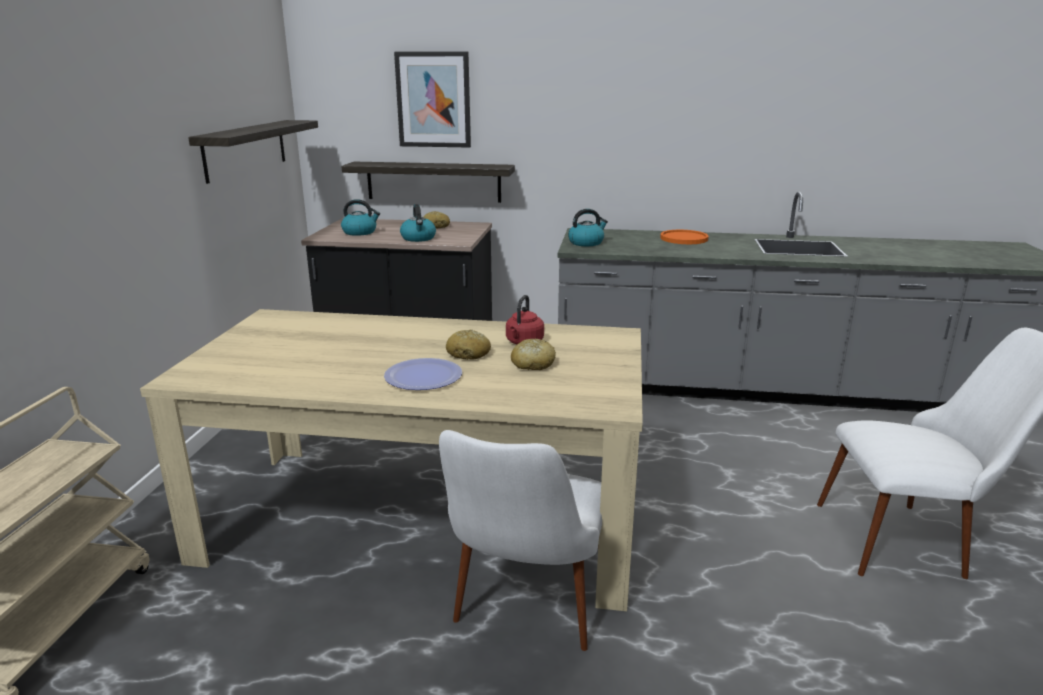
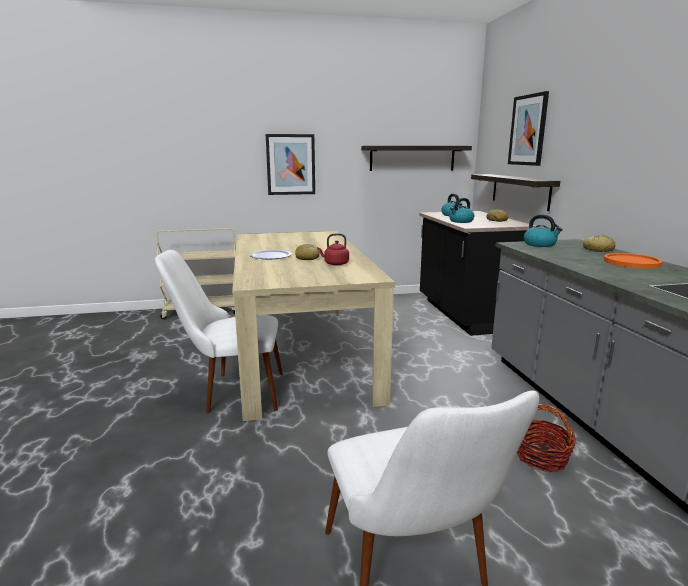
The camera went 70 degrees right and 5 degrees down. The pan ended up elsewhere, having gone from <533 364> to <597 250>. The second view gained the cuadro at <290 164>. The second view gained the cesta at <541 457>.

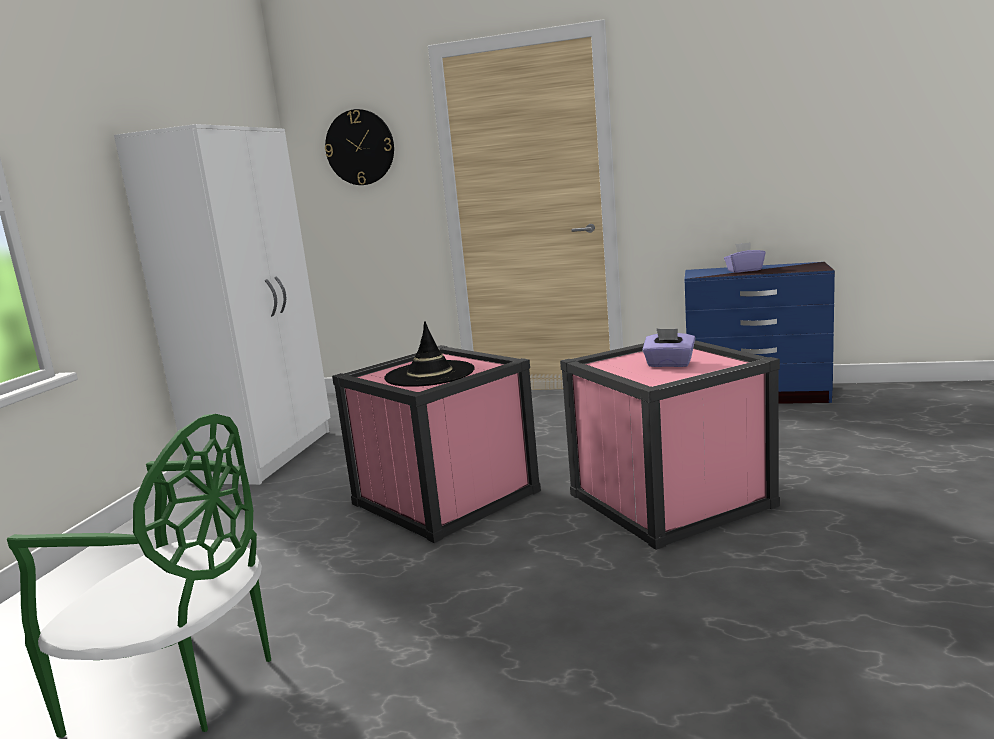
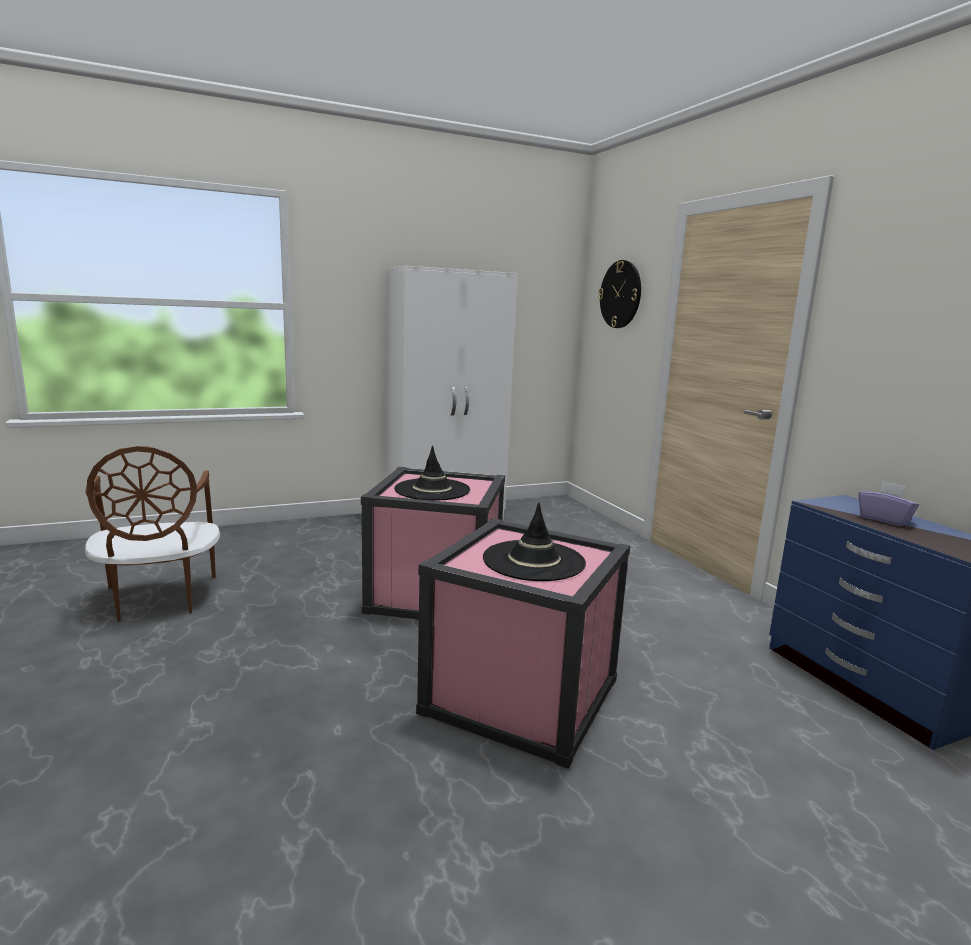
The camera went 50 degrees right and 0 degrees up. Where the caja de pañuelos/morado stood at <669 364>, the sombrero/negro came to stand at <533 561>. What was the silla/verde at <183 686> turned into the silla/marrón at <159 599>.

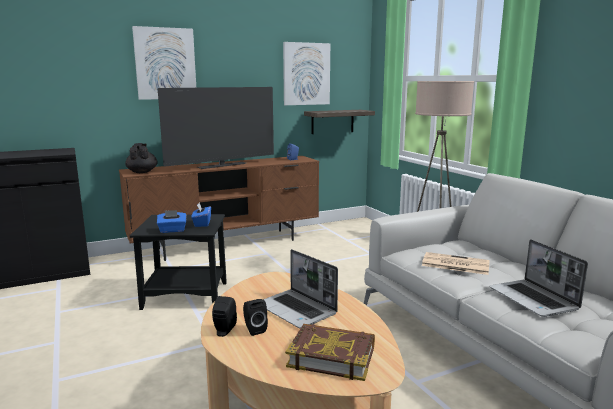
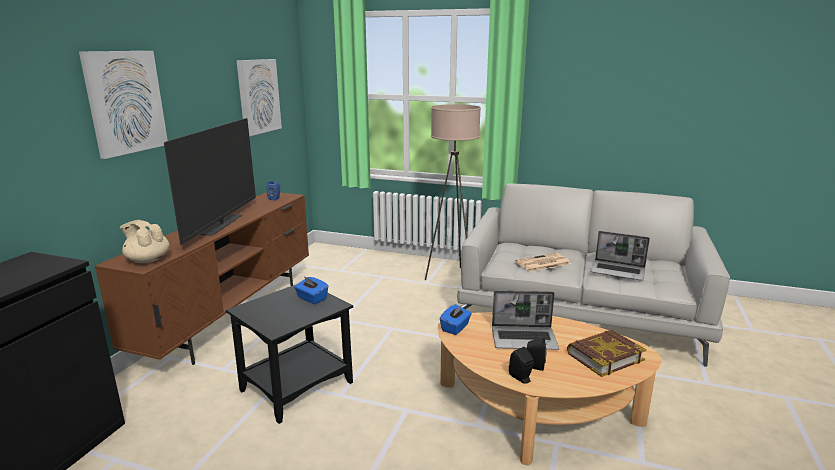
The camera went 45 degrees left and 5 degrees up. The second view lost the estante at <332 121>. What was the tetera/negro at <142 172> turned into the tetera/beis at <148 260>. The caja de pañuelos/azul ended up elsewhere, having gone from <172 230> to <455 328>.

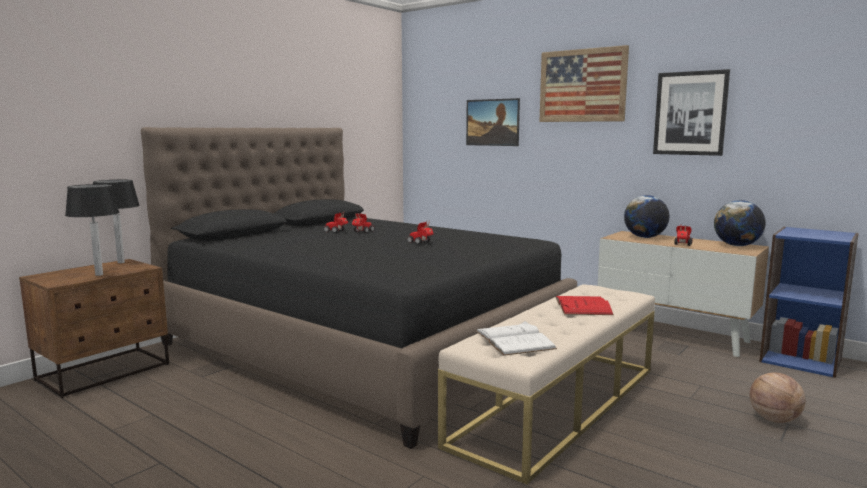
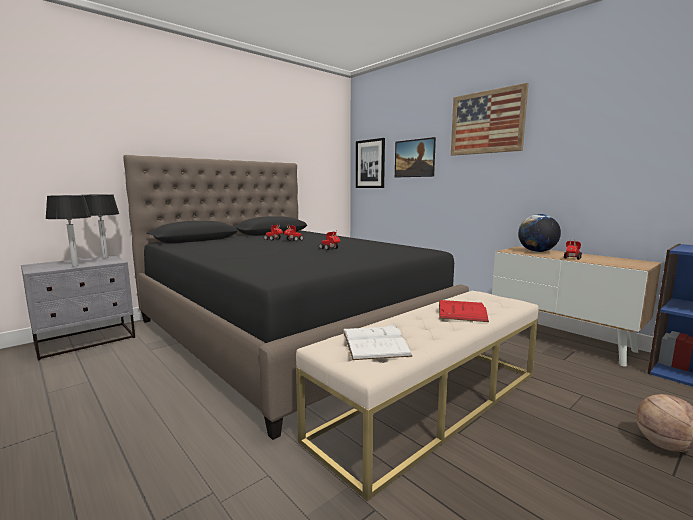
The camera went 10 degrees right and 0 degrees up. The cuadro ended up elsewhere, having gone from <690 113> to <370 164>. The second view lost the globo terráqueo at <737 245>. What was the mesita de noche/marrón at <105 372> turned into the mesita de noche/gris at <86 341>.

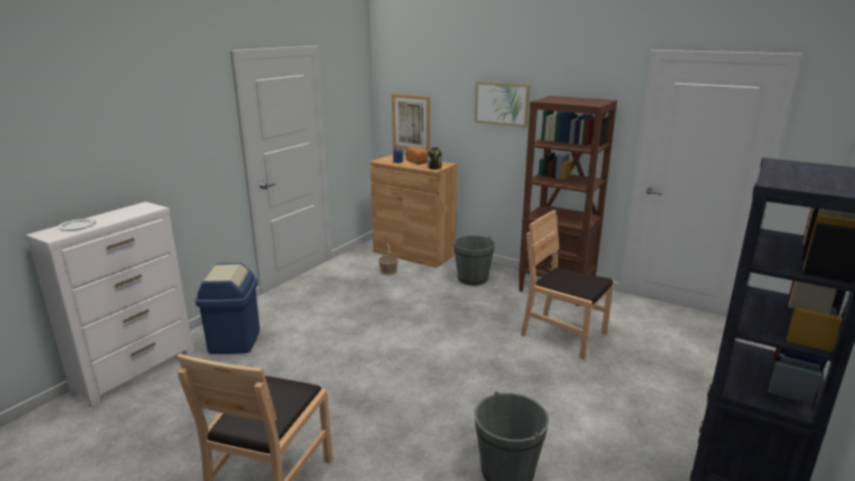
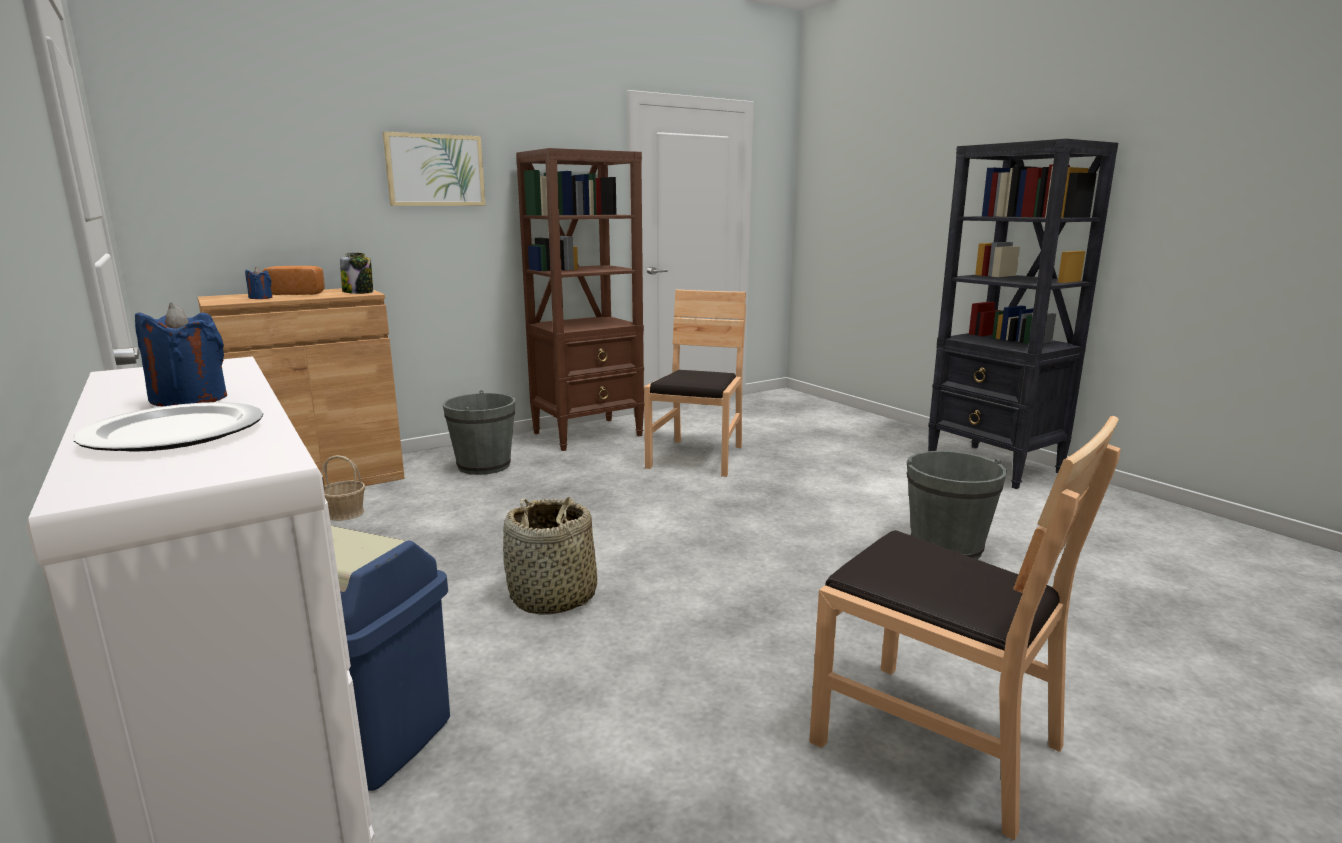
The camera went 65 degrees left and 5 degrees down. The second view lost the cuadro at <411 122>. The silla/marrón at <563 335> ended up facing another way, 135 degrees clockwise from before. The second view gained the vela/azul at <189 399>. The second view gained the cesta at <553 597>.

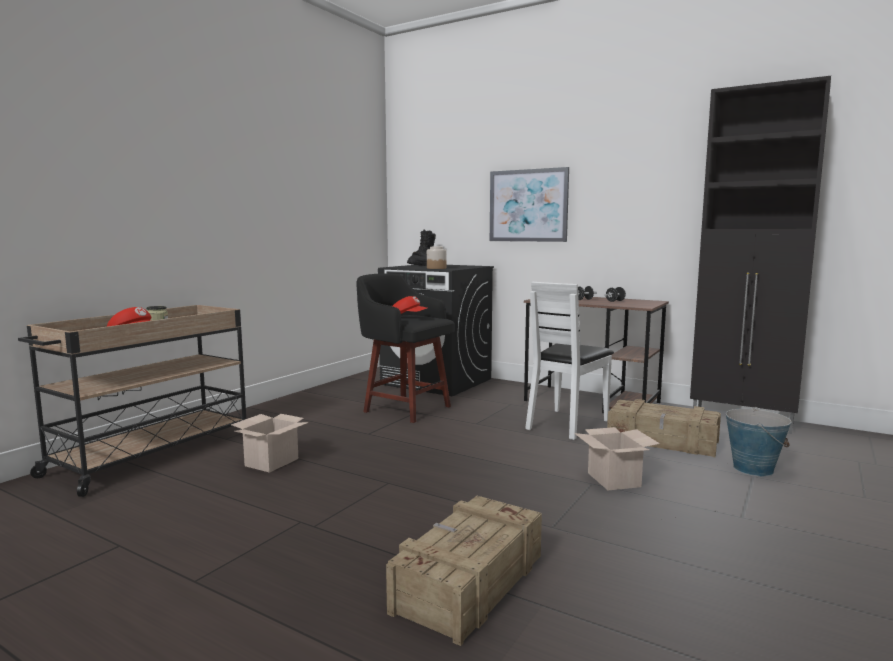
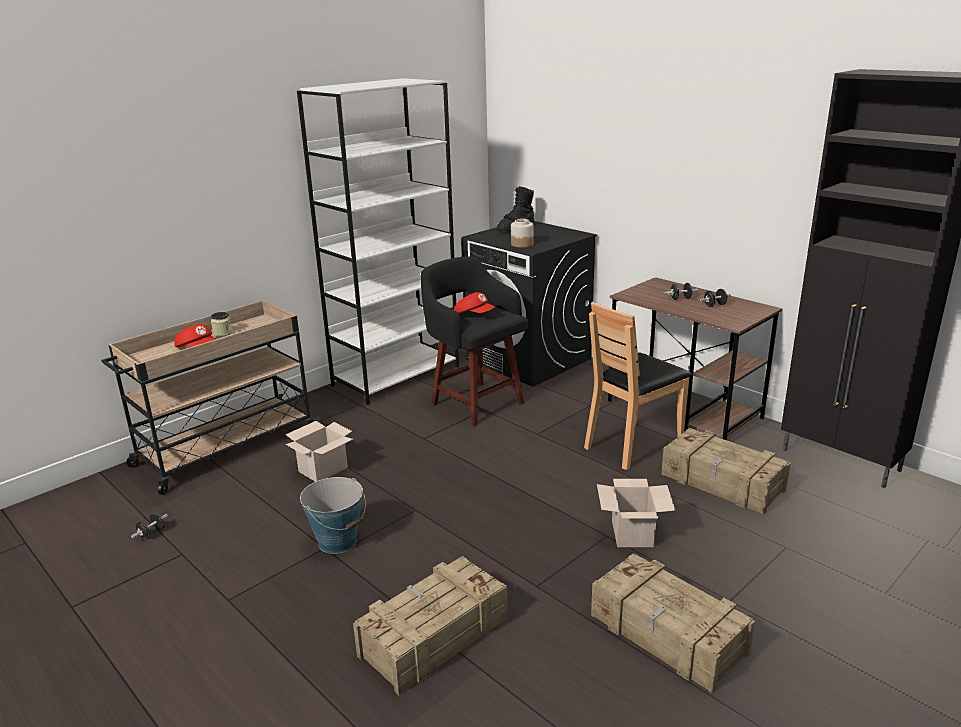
The camera went 15 degrees right and 15 degrees up. The second view lost the cuadro at <528 205>. What was the silla/blanco at <566 424> turned into the silla/marrón at <633 444>. The cubo ended up elsewhere, having gone from <753 469> to <337 541>. The second view gained the estantería/blanco at <396 375>. The second view gained the mancuerna/negro at <152 533>. The second view gained the caja de embalaje at <668 635>.

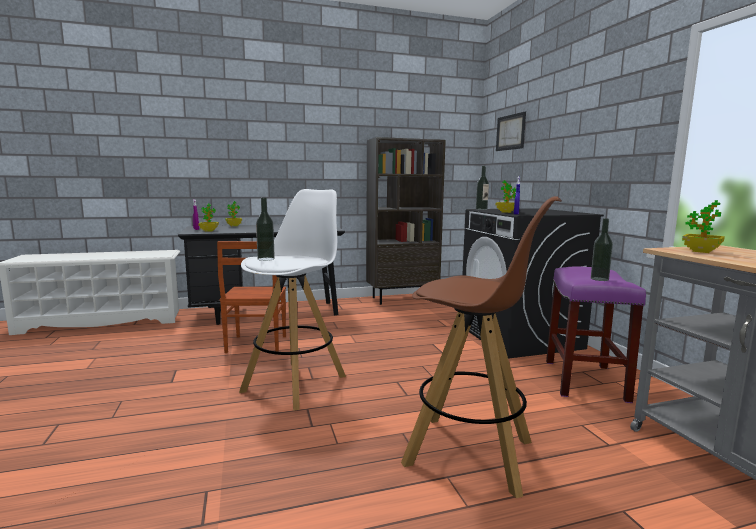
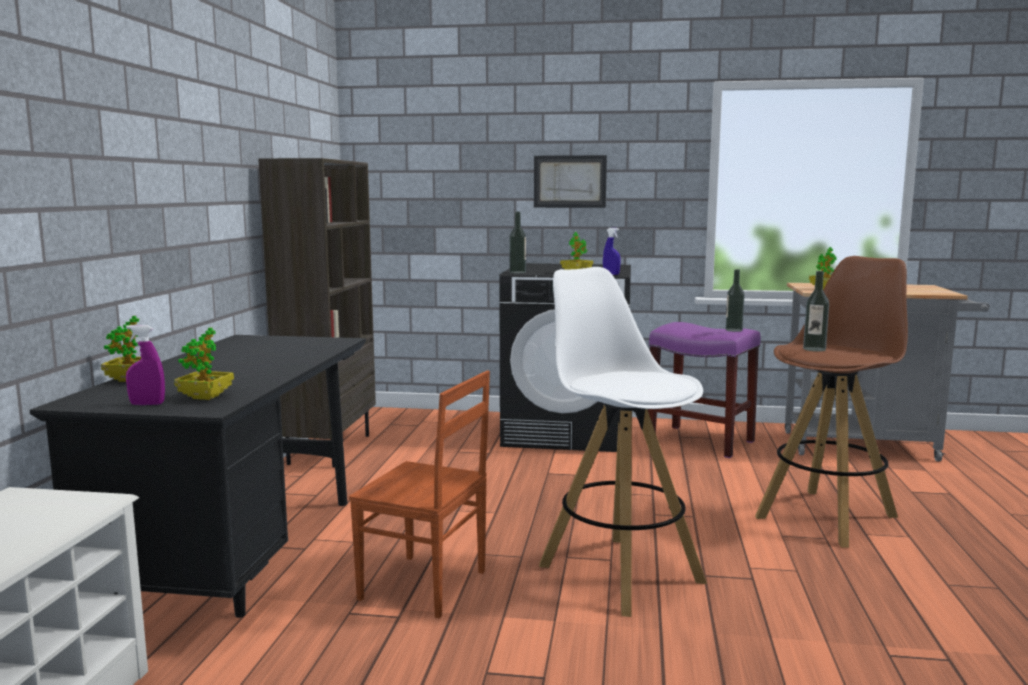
The camera went 65 degrees left and 0 degrees up. The cuadro ended up elsewhere, having gone from <510 132> to <570 181>. The botella ended up elsewhere, having gone from <266 259> to <814 349>.

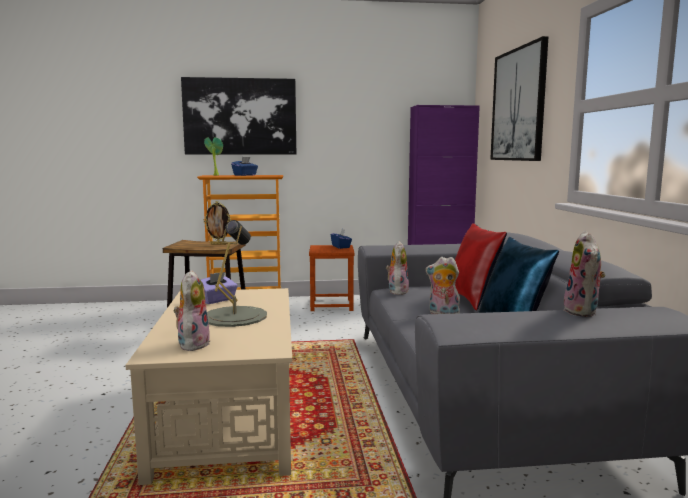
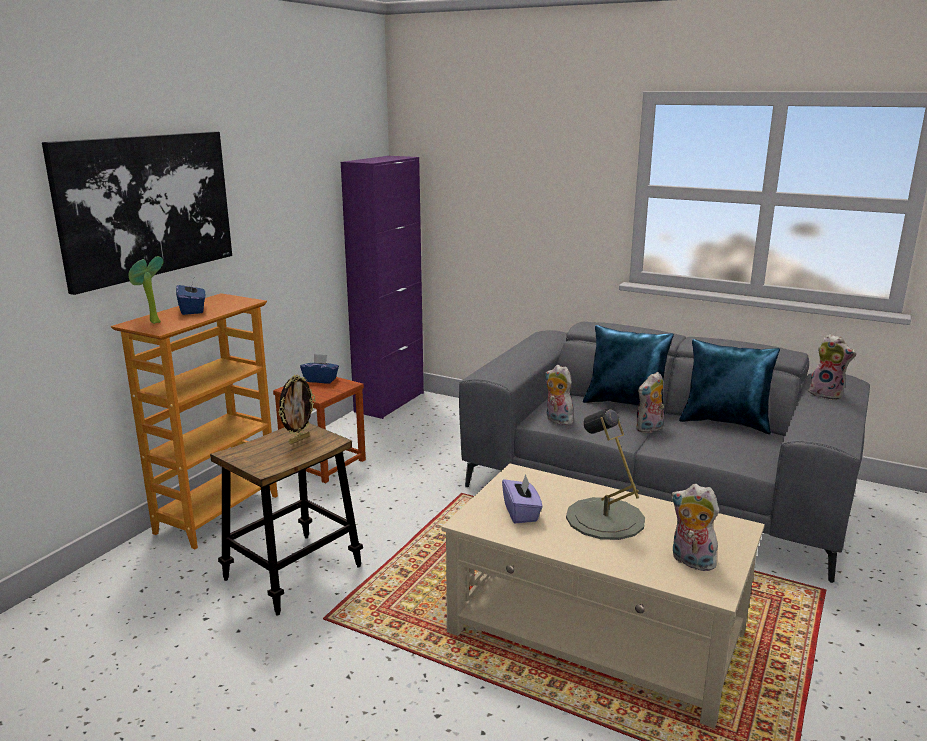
The camera went 55 degrees left and 10 degrees up. The second view lost the cuadro at <518 105>. What was the cojín/rojo at <473 300> turned into the cojín/azul at <626 404>.

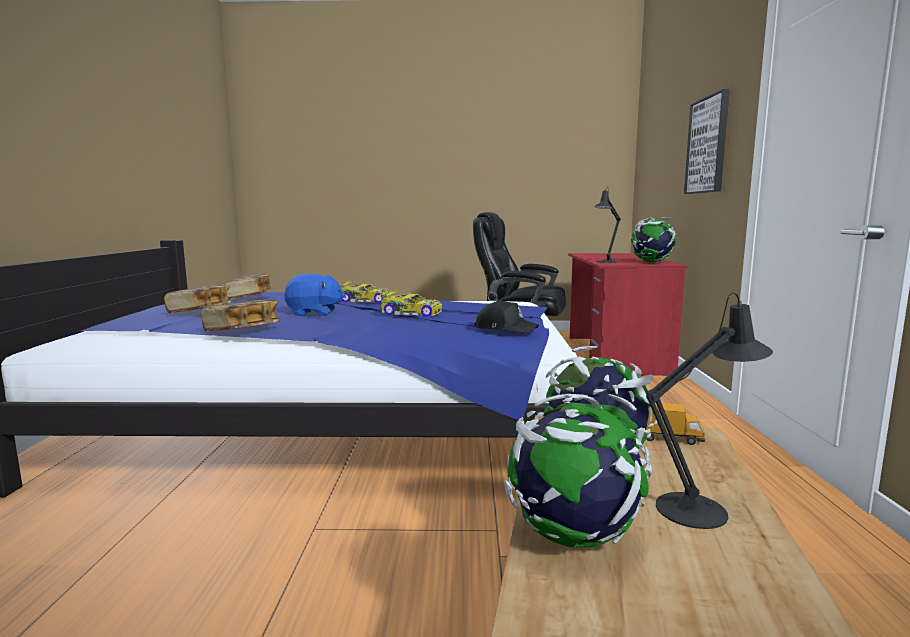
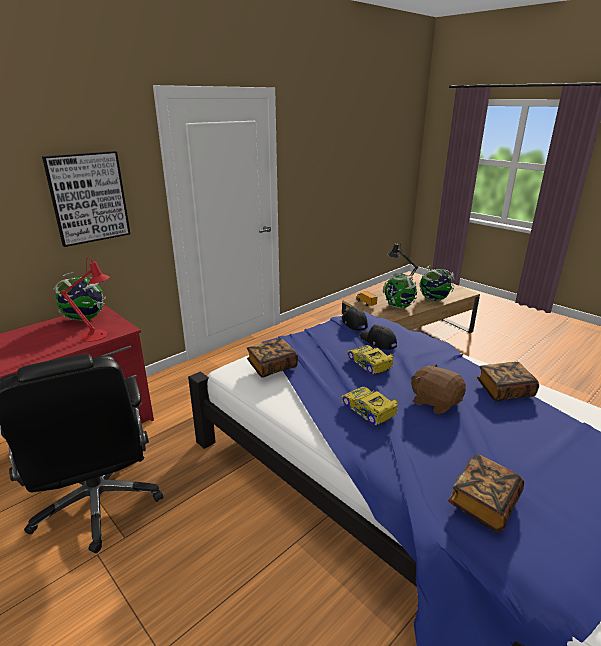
The camera went 135 degrees left and 15 degrees up. What was the lámpara de mesa/negro at <606 262> turned into the lámpara de mesa/rojo at <98 335>. What was the peluche/azul at <314 313> turned into the peluche/marrón at <435 402>. The libro ended up elsewhere, having gone from <200 311> to <272 366>. The second view gained the gorra/negro at <378 342>.

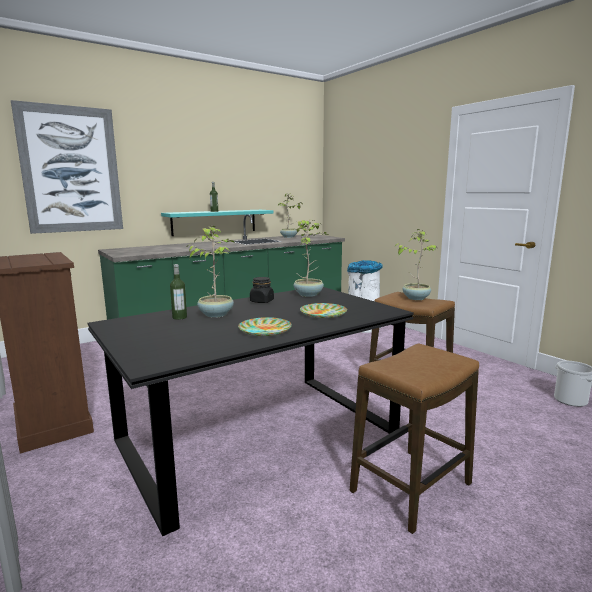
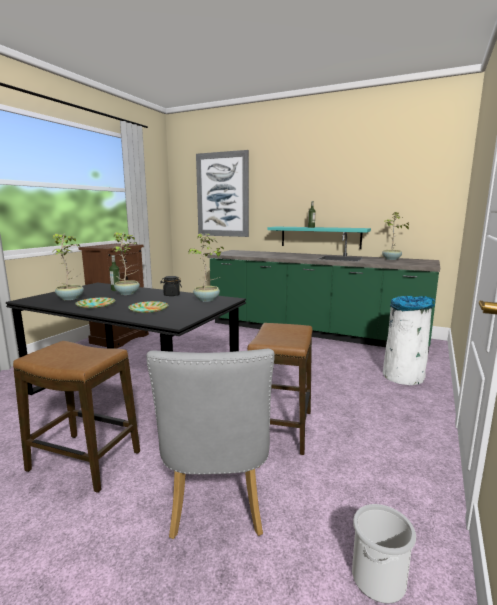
The camera went 60 degrees right and 0 degrees up. The planta en maceta ended up elsewhere, having gone from <415 298> to <71 298>. The second view gained the silla/gris at <217 505>.

